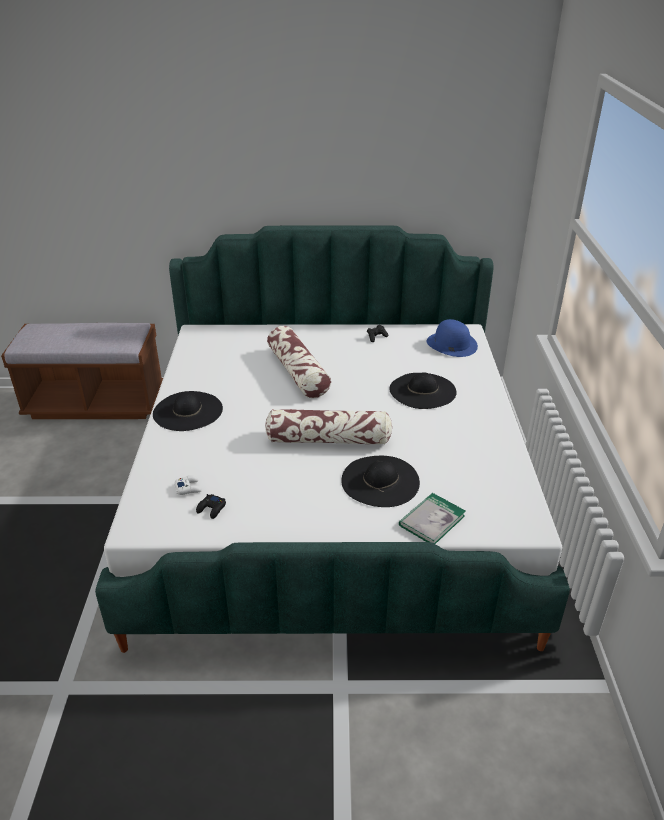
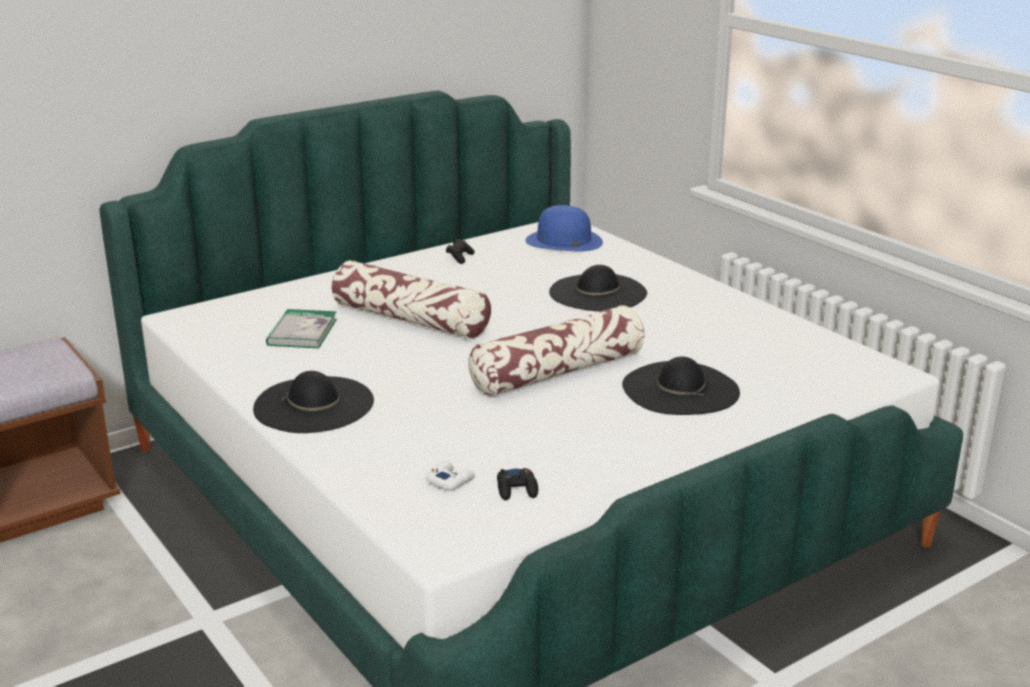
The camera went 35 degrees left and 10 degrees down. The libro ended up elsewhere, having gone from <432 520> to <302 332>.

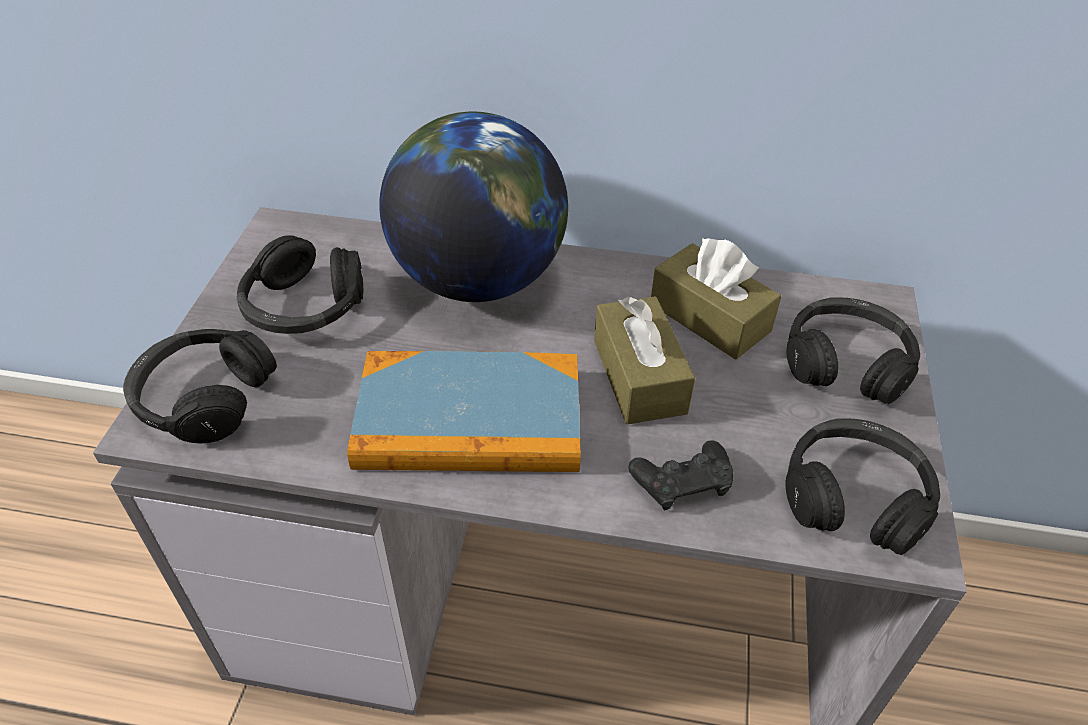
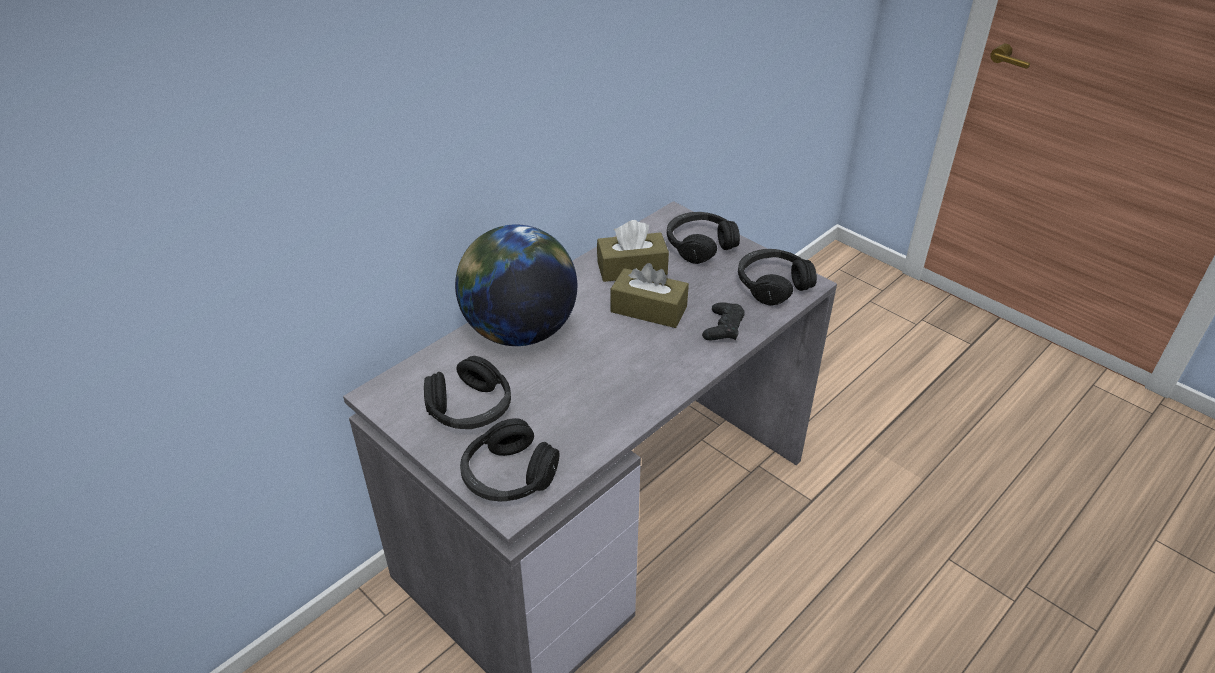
The camera went 55 degrees left and 5 degrees down. The second view lost the libro at <469 420>.

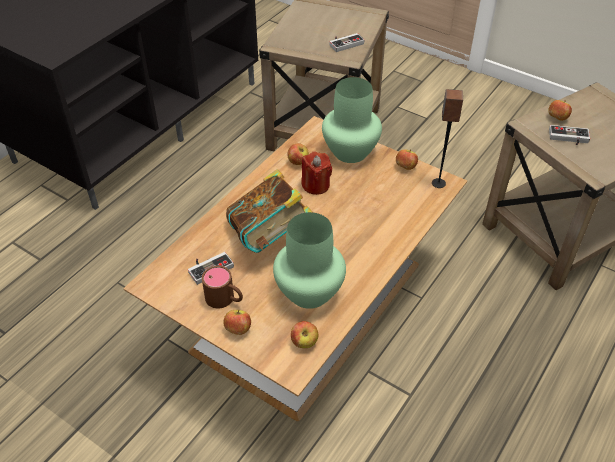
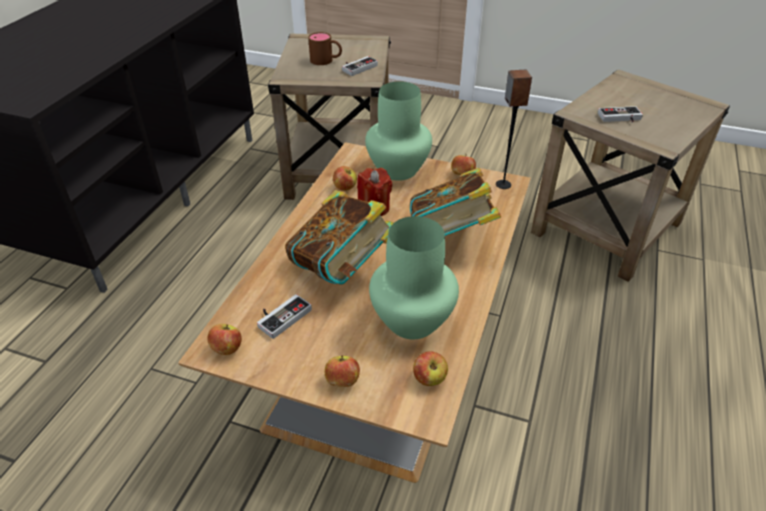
The camera went 15 degrees left and 5 degrees down. The manzana ended up elsewhere, having gone from <557 118> to <227 349>. The taza grande/marrón ended up elsewhere, having gone from <225 299> to <326 61>. The second view gained the libro at <450 237>.

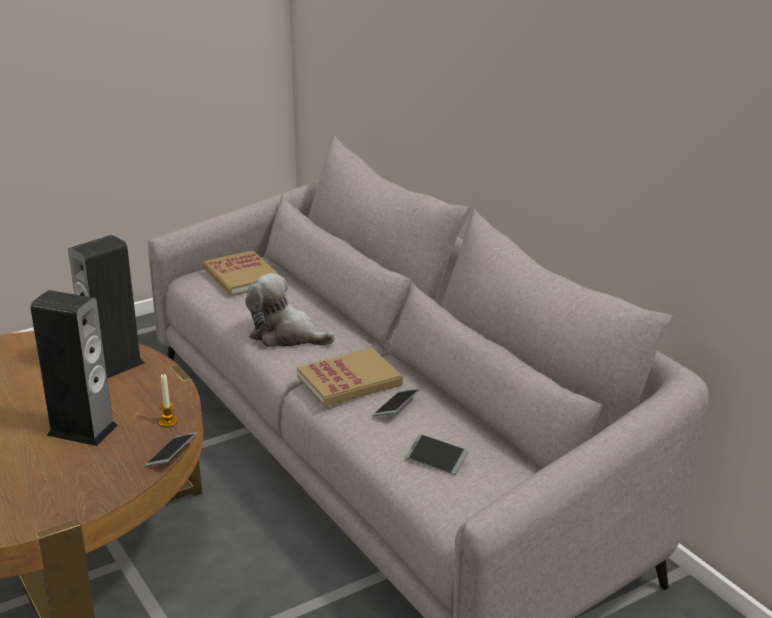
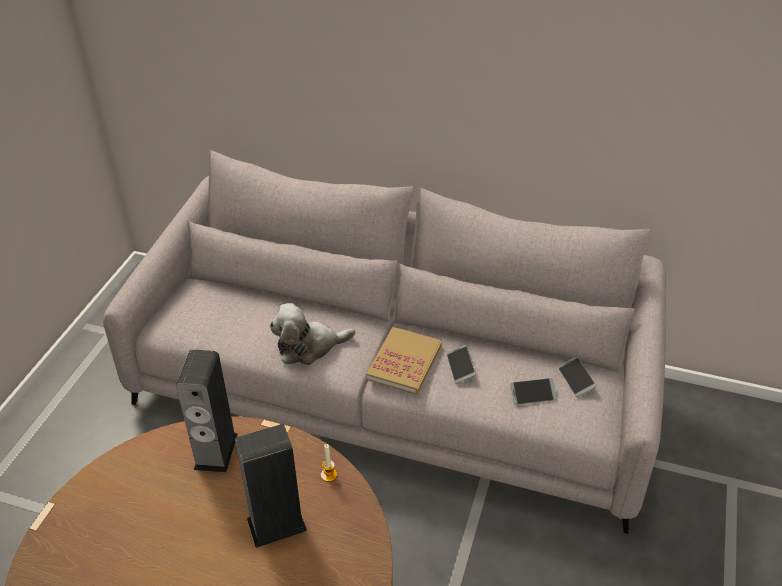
The camera went 40 degrees left and 15 degrees up. The second view lost the libro at <242 277>. The móvil ended up elsewhere, having gone from <171 455> to <576 380>.

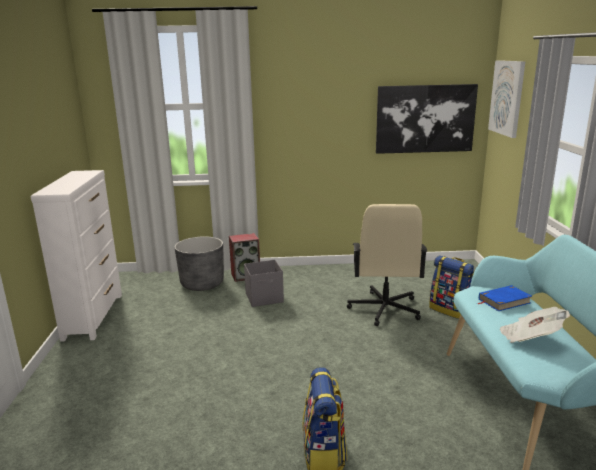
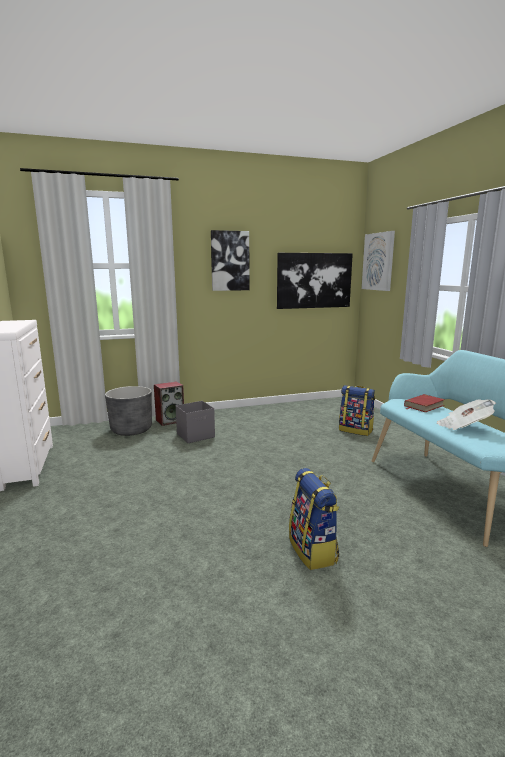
The camera went 15 degrees left and 5 degrees down. The second view lost the silla de oficina/beis at <384 309>. What was the libro/azul at <504 301> turned into the libro/rojo at <423 405>. The second view gained the cuadro at <230 261>.

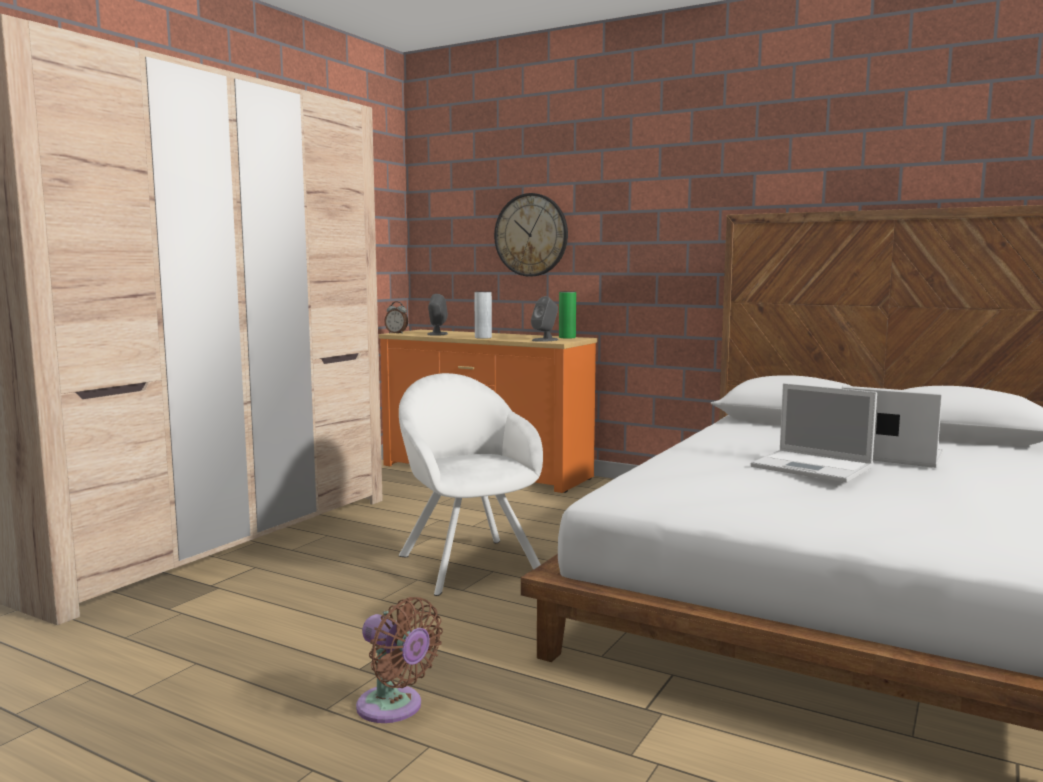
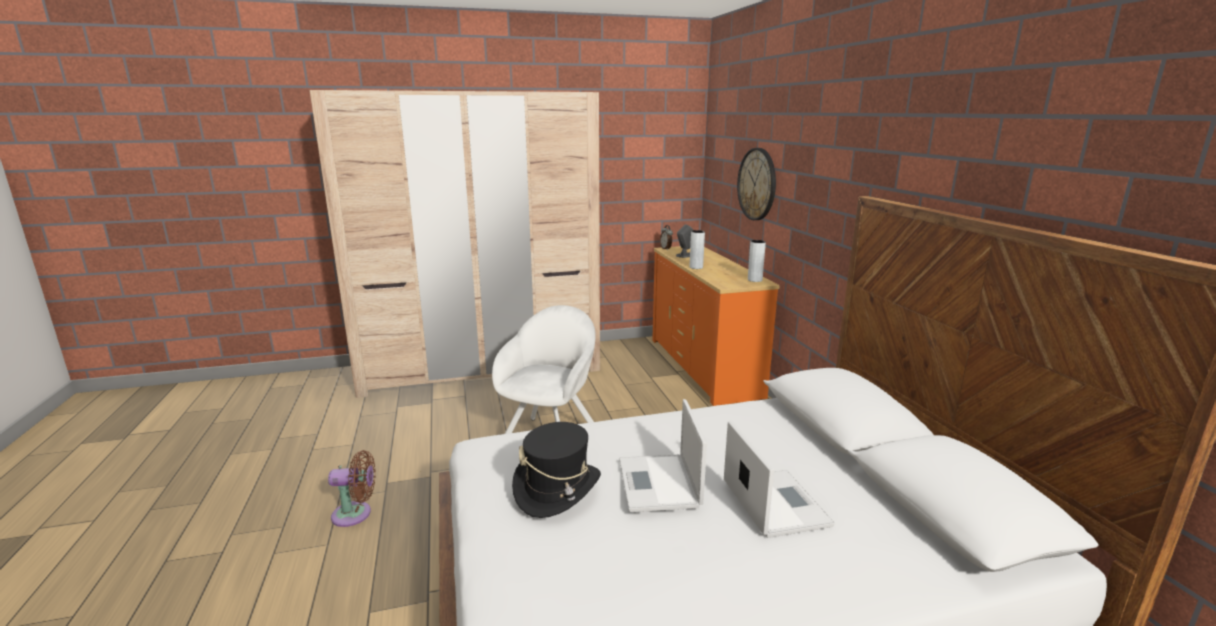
The camera went 45 degrees right and 10 degrees up. What was the florero/verde at <567 337> turned into the florero/gris at <754 280>. The second view lost the altavoz/gris at <545 340>. The ventilador/marrón at <394 708> ended up facing another way, 90 degrees counterclockwise from before. The second view gained the sombrero/negro at <557 489>.

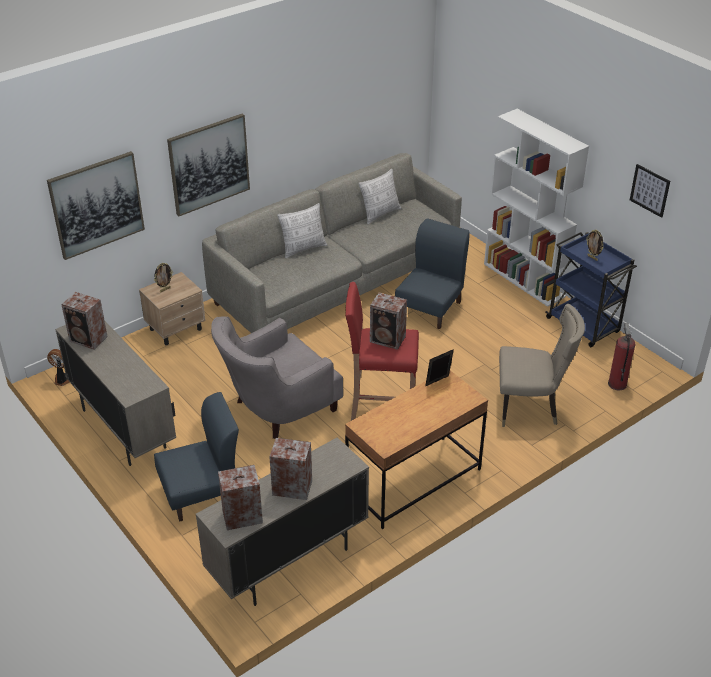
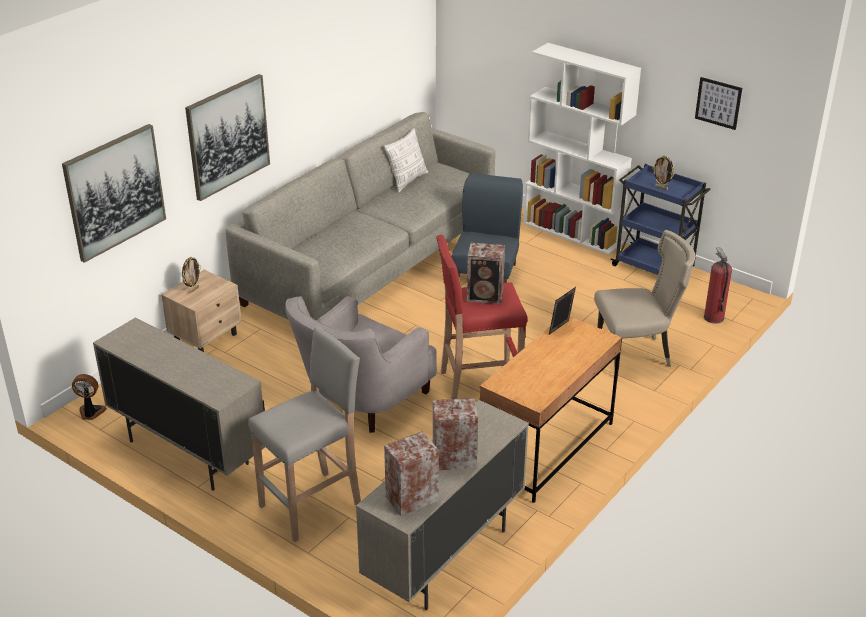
The camera went 15 degrees left and 5 degrees down. The second view lost the cojín at <303 248>. The second view lost the altavoz at <89 339>. Where the silla/azul stood at <202 494>, the taburete/gris came to stand at <312 504>.

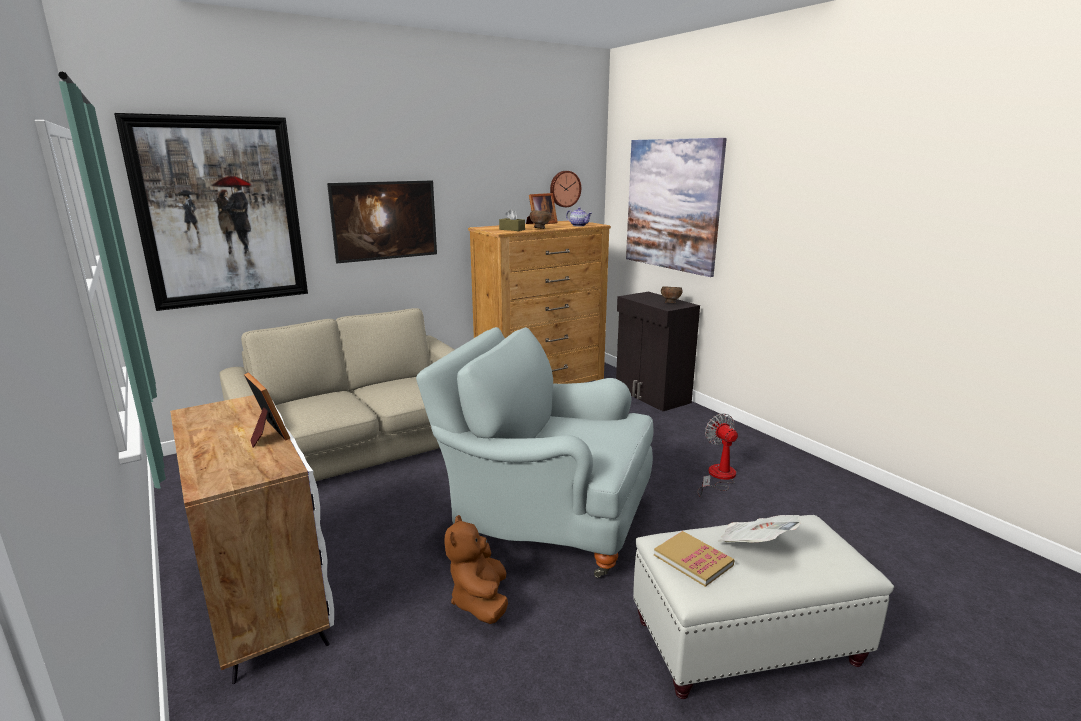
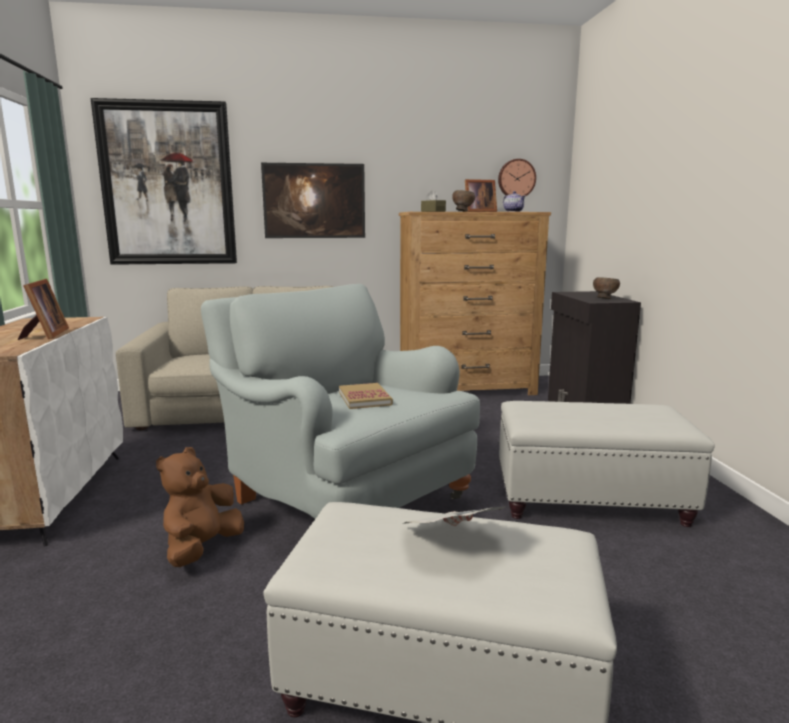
The camera went 25 degrees right and 5 degrees down. The second view lost the cuadro at <672 205>. Where the ventilador stood at <718 477>, the puf/blanco came to stand at <588 500>. The libro ended up elsewhere, having gone from <693 560> to <364 398>.

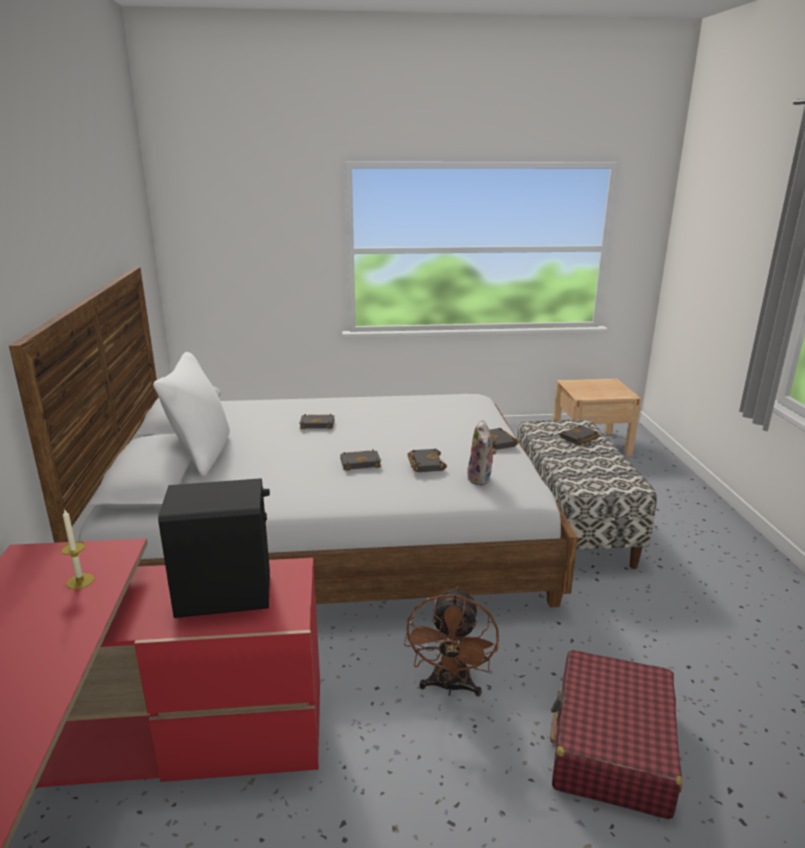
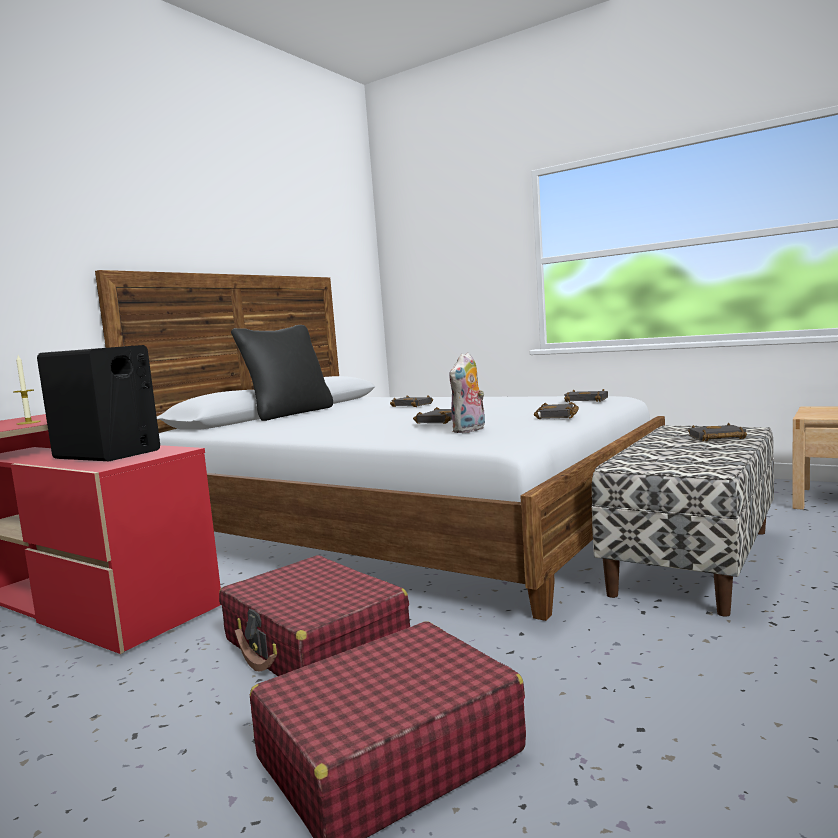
The camera went 40 degrees right and 15 degrees down. What was the cojín/blanco at <201 454> turned into the cojín/negro at <289 413>. The libro/negro ended up elsewhere, having gone from <361 463> to <587 400>. Where the ventilador/marrón stood at <450 687>, the maleta/rojo came to stand at <315 644>.

